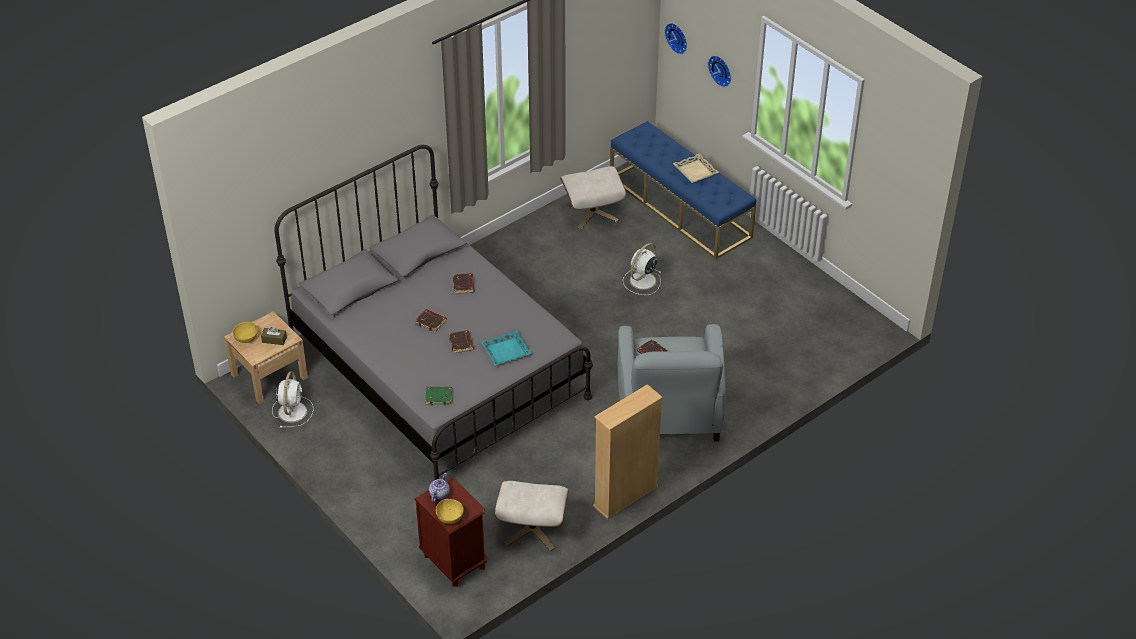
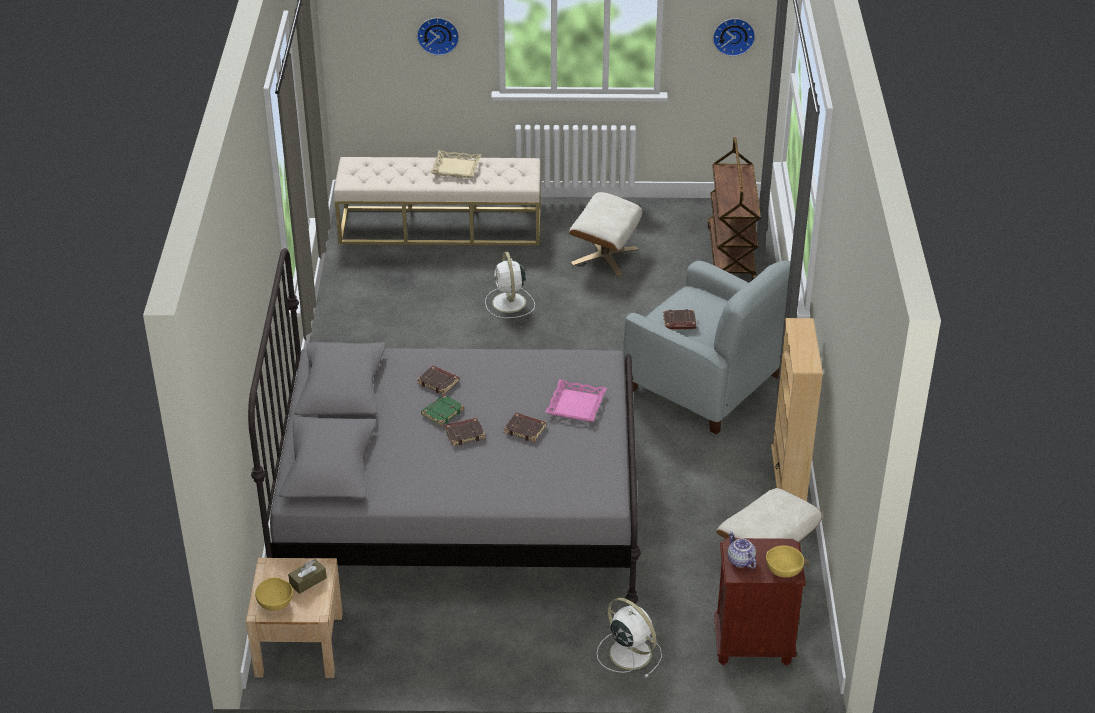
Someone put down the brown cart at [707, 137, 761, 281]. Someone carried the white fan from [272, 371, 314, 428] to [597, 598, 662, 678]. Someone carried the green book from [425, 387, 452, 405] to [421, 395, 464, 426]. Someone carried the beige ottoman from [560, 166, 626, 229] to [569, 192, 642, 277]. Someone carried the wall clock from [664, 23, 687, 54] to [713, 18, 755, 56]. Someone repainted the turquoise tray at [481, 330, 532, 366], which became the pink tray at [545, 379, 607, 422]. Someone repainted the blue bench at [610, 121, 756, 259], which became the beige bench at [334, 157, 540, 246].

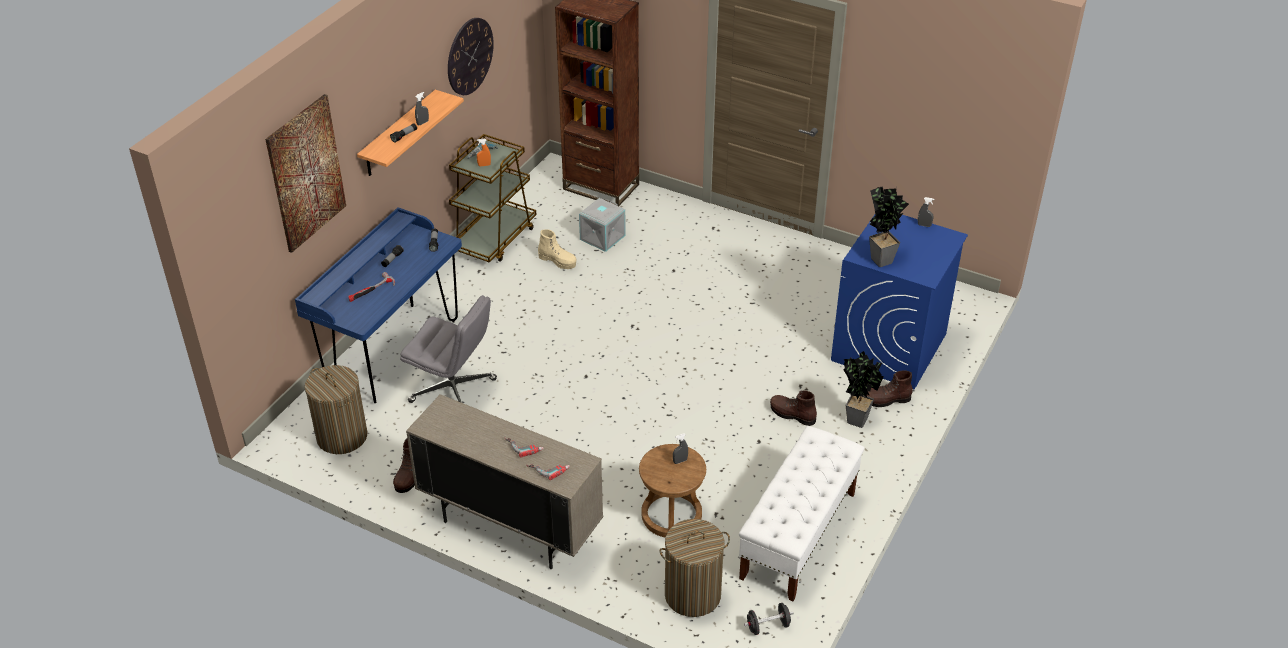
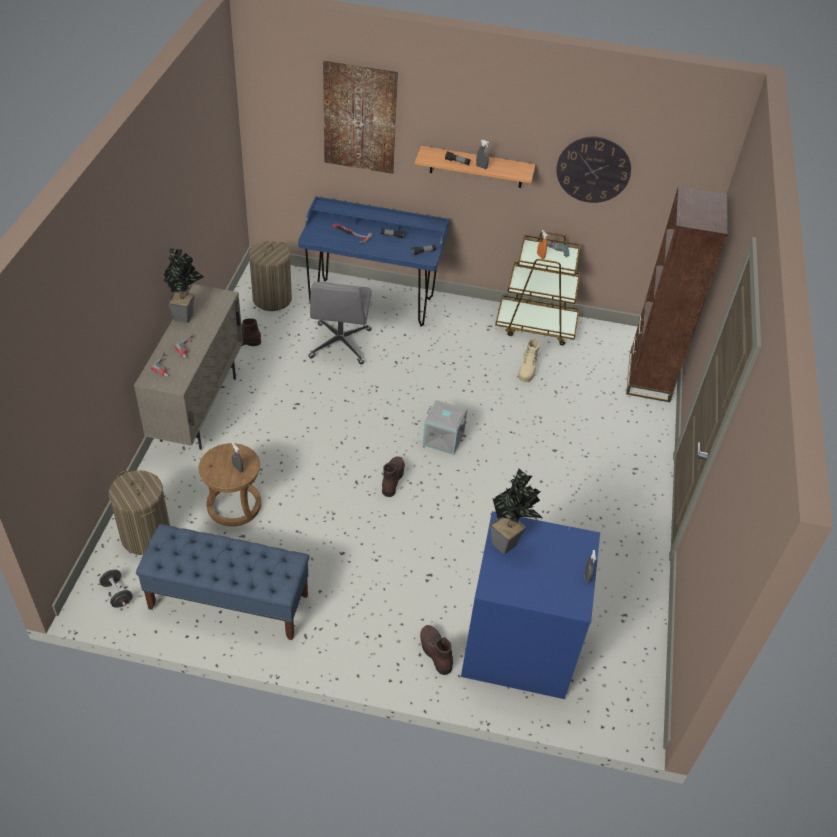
Someone carried the grey storage box from [579, 198, 626, 252] to [422, 400, 467, 455]. Someone carried the brown boot from [770, 390, 817, 426] to [382, 456, 405, 497]. Someone carried the potted plant from [843, 351, 883, 428] to [164, 248, 204, 323]. Someone repainted the white bench at [739, 426, 864, 601], which became the blue bench at [136, 524, 310, 640].

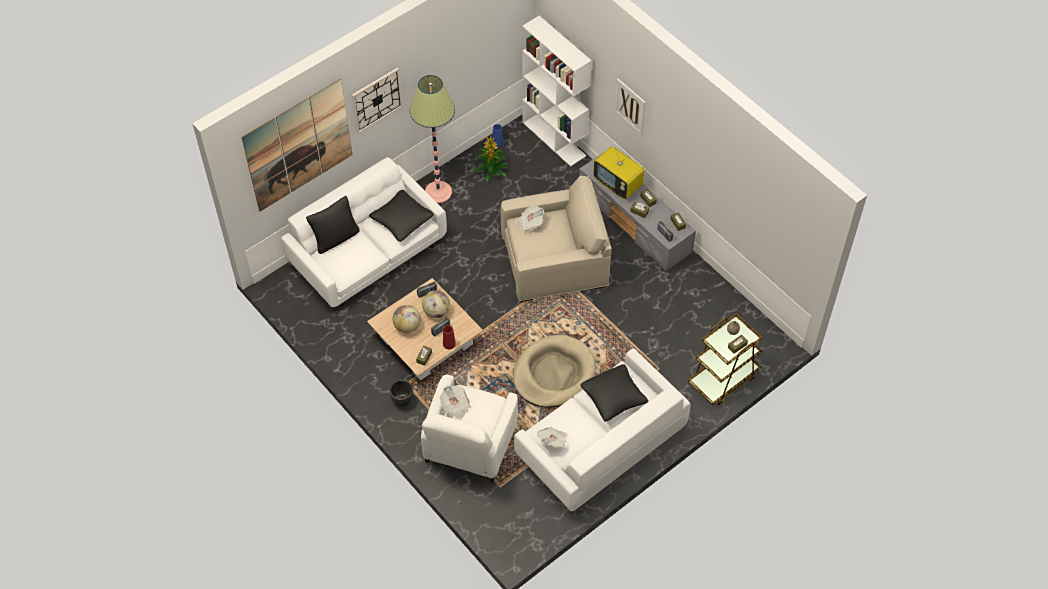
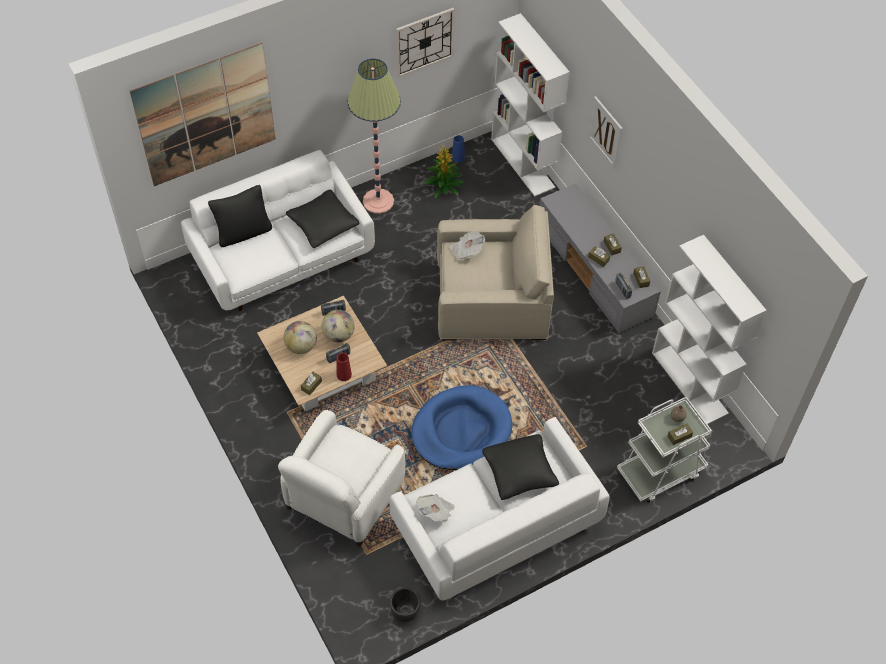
Someone took away the newspaper at [439, 385, 471, 420]. Someone took away the television at [593, 147, 644, 199]. Someone put down the white bookcase at [652, 235, 766, 424]. Someone carried the wall clock from [352, 68, 403, 134] to [396, 8, 455, 78]. Someone carried the black planter from [389, 380, 413, 407] to [390, 588, 420, 622]. Someone repainted the beige dog bed at [513, 335, 596, 407], which became the blue dog bed at [411, 385, 512, 470]. Someone repainted the brown cart at [688, 313, 762, 405], which became the white cart at [617, 397, 712, 503].

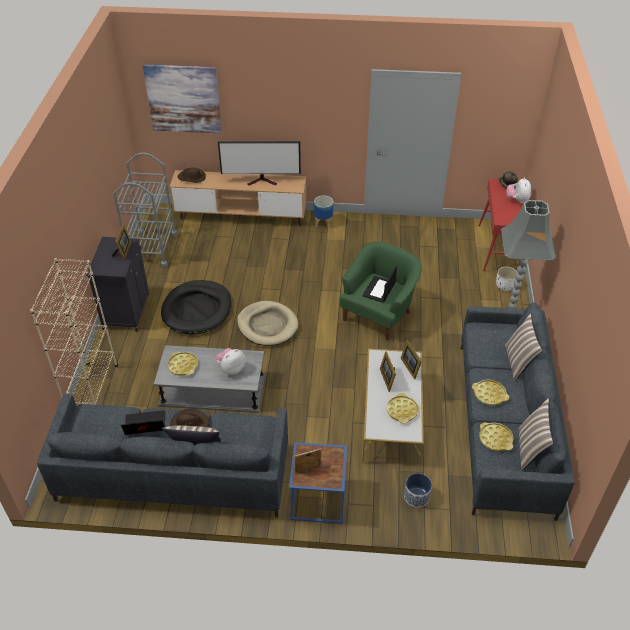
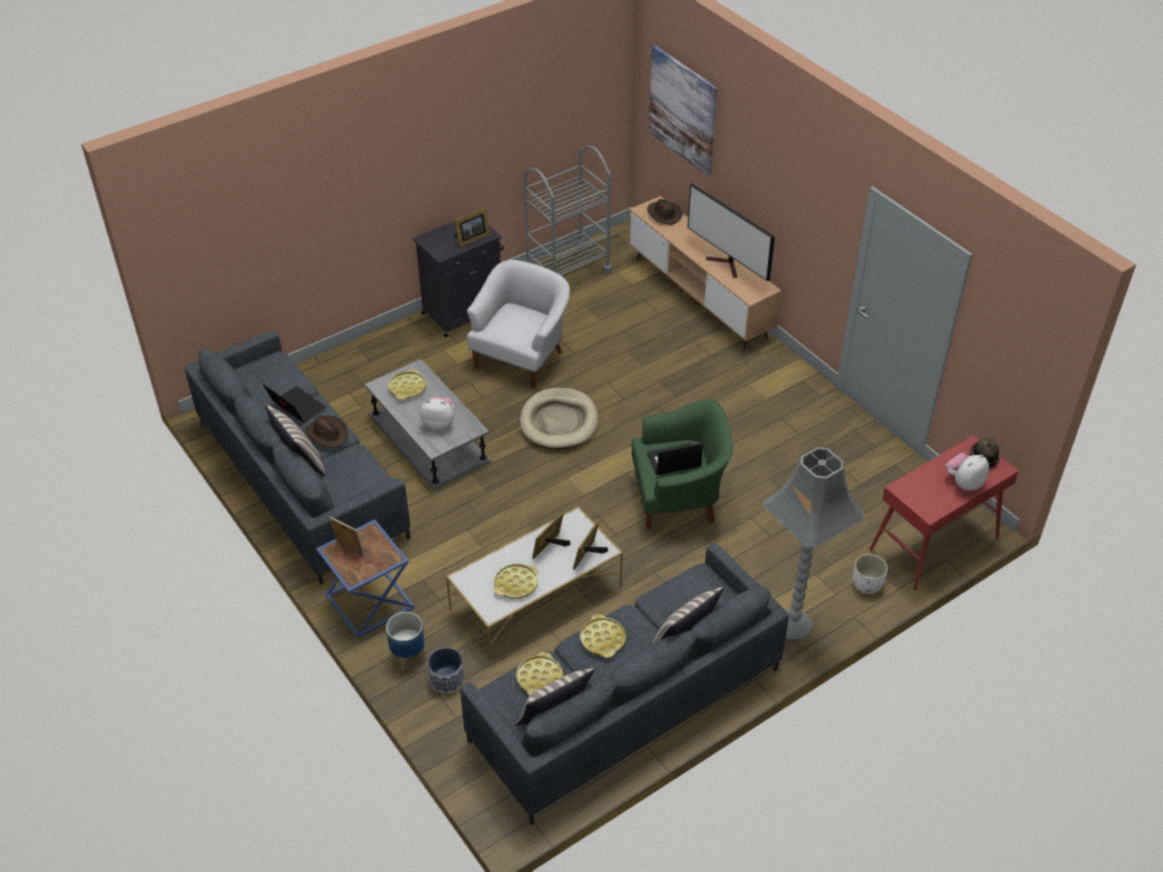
Someone took away the beige bookcase at [30, 258, 118, 404]. Someone carried the planter from [314, 195, 333, 228] to [386, 612, 426, 671]. Someone swapped the black dog bed at [161, 280, 232, 334] for the white armchair at [467, 260, 570, 388].

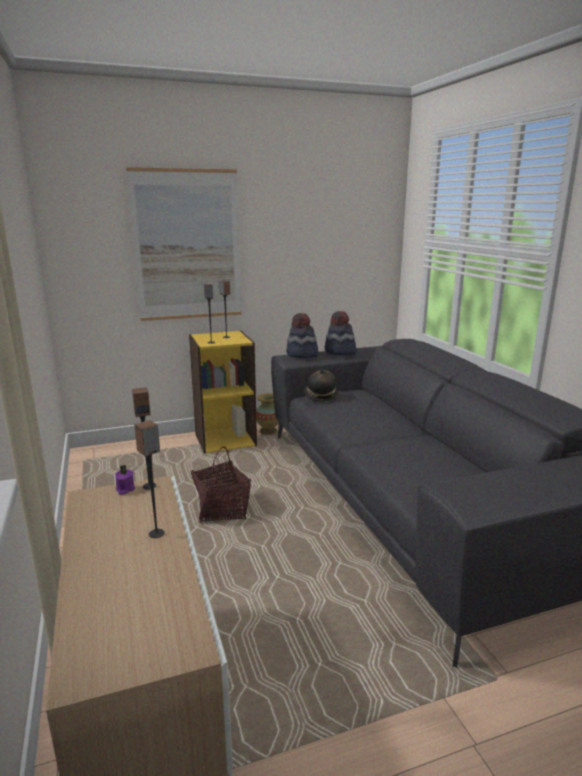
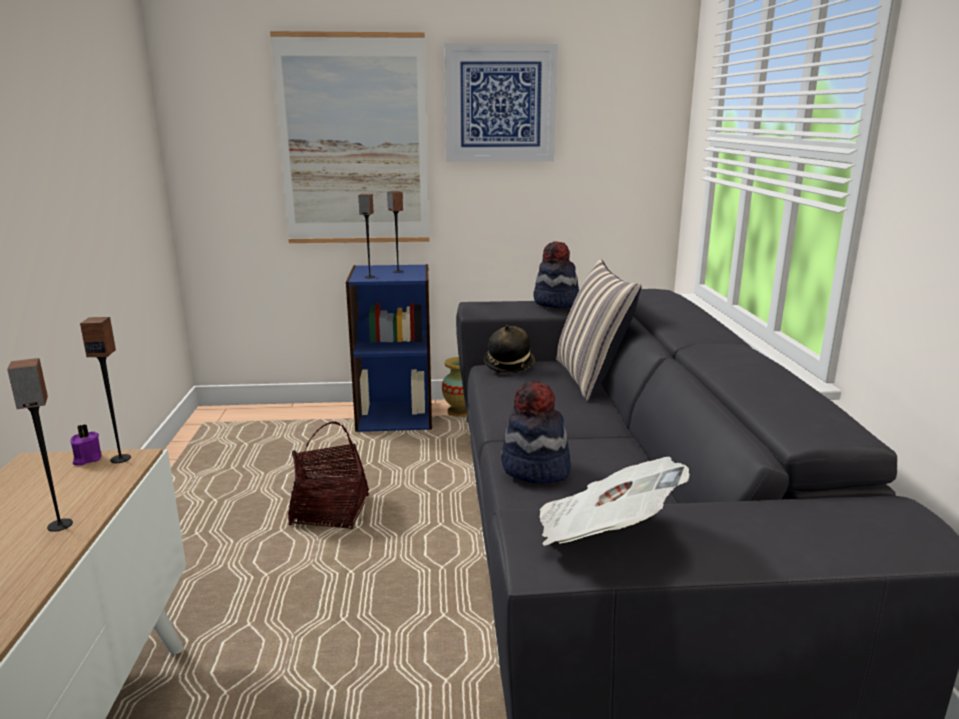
Someone put up the picture at [444, 43, 558, 162]. Someone put down the newspaper at [540, 457, 690, 546]. Someone put down the pillow at [556, 259, 642, 401]. Someone carried the hat from [286, 313, 319, 358] to [501, 381, 571, 484]. Someone repainted the yellow bookcase at [189, 331, 257, 454], which became the blue bookcase at [346, 264, 432, 432].

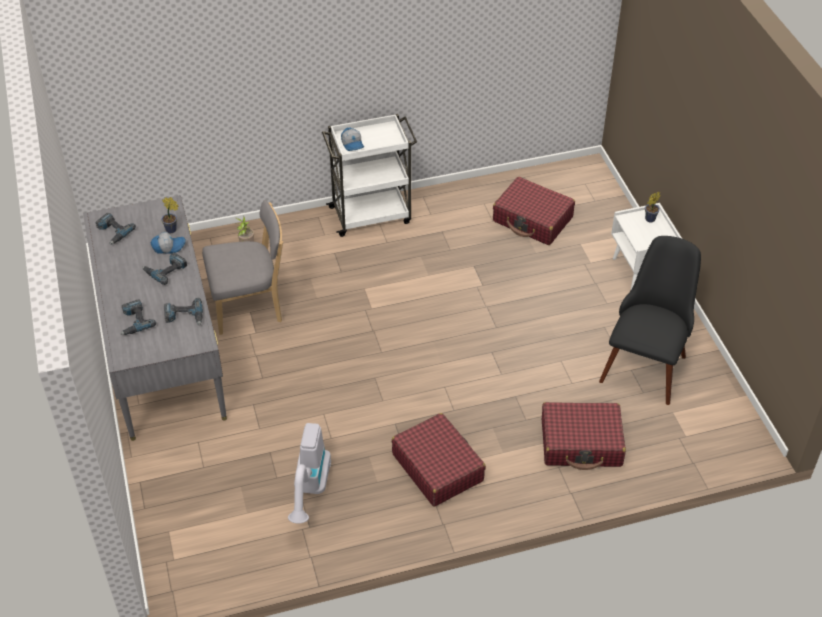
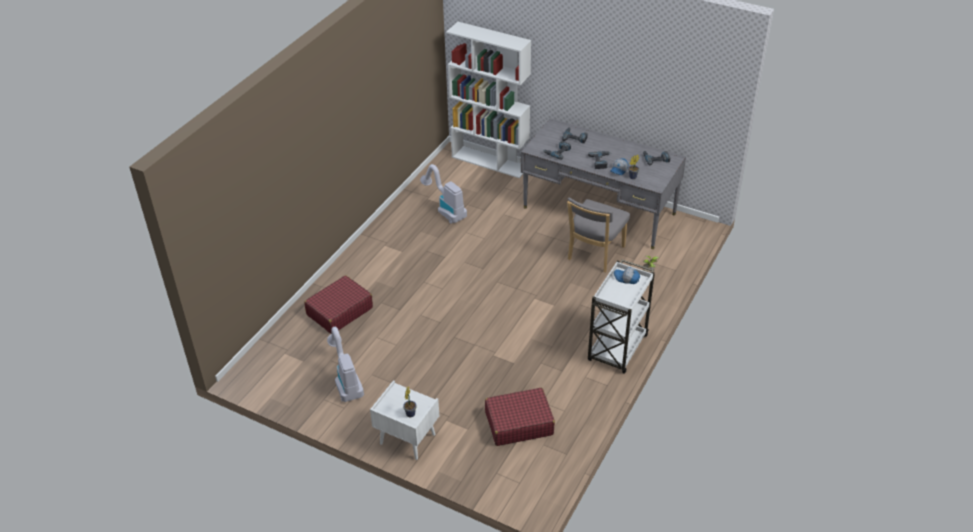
Someone took away the red suitcase at [392, 413, 486, 507]. Someone put down the white bookcase at [446, 22, 531, 178]. Someone swapped the black chair at [599, 236, 701, 405] for the vacuum cleaner at [327, 327, 364, 402].

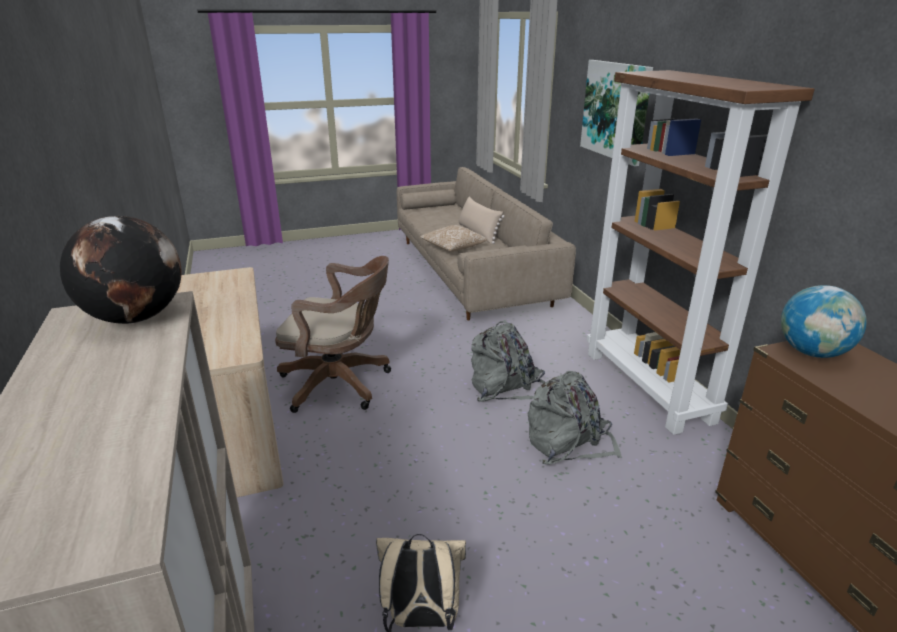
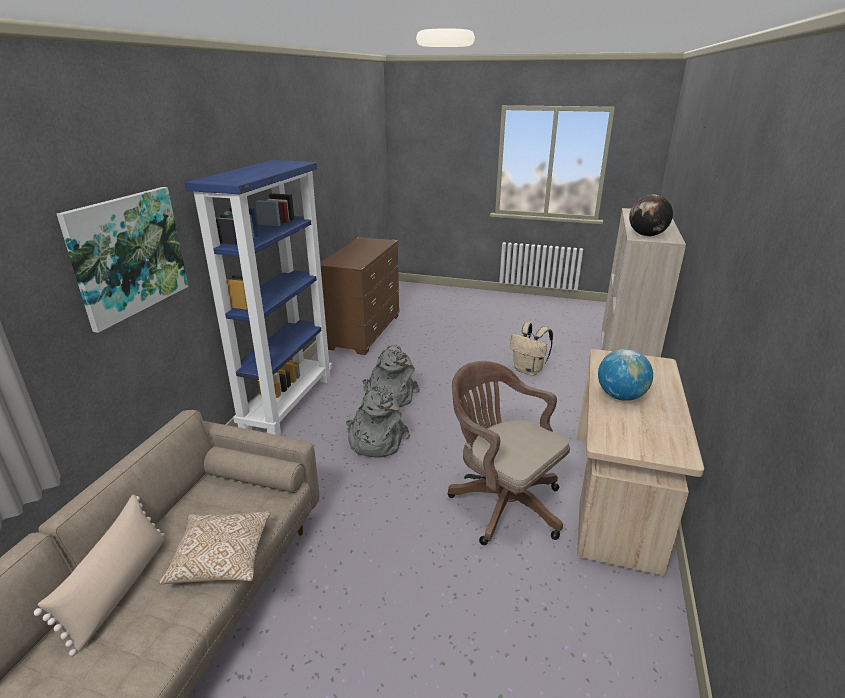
Someone carried the globe from [781, 285, 867, 358] to [598, 349, 653, 401]. Someone repainted the brown bookcase at [586, 70, 815, 435], which became the blue bookcase at [185, 160, 332, 436].

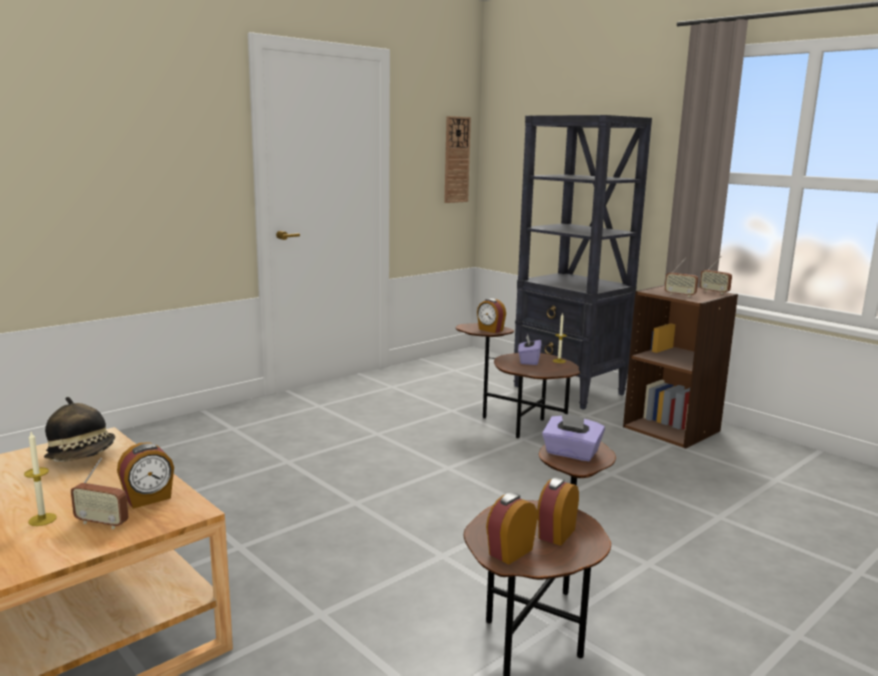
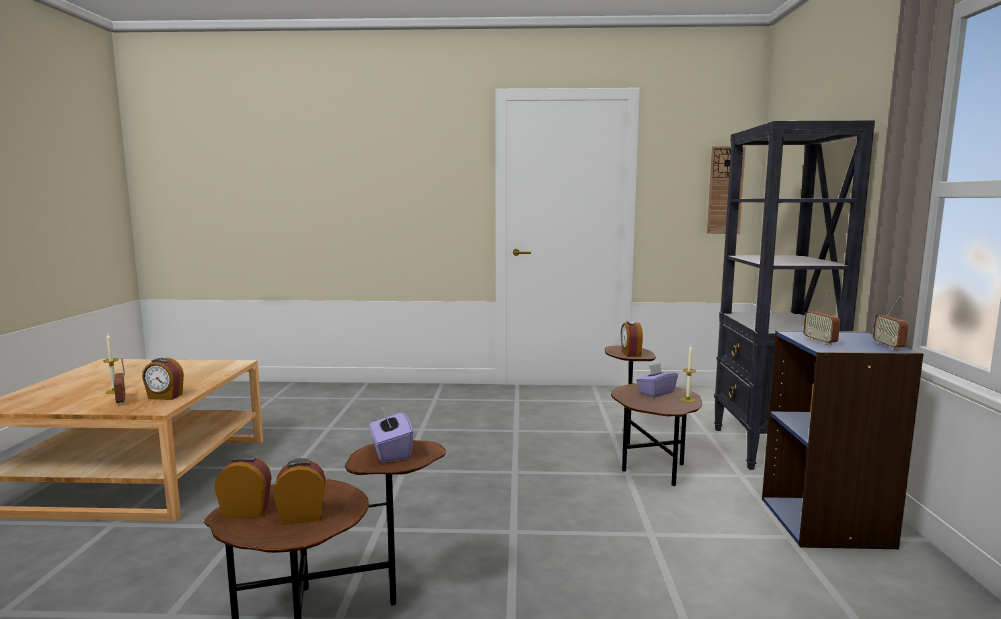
Someone took away the hat at [44, 397, 115, 462]. Someone repainted the brown bookcase at [623, 285, 738, 449], which became the blue bookcase at [762, 331, 923, 549].

